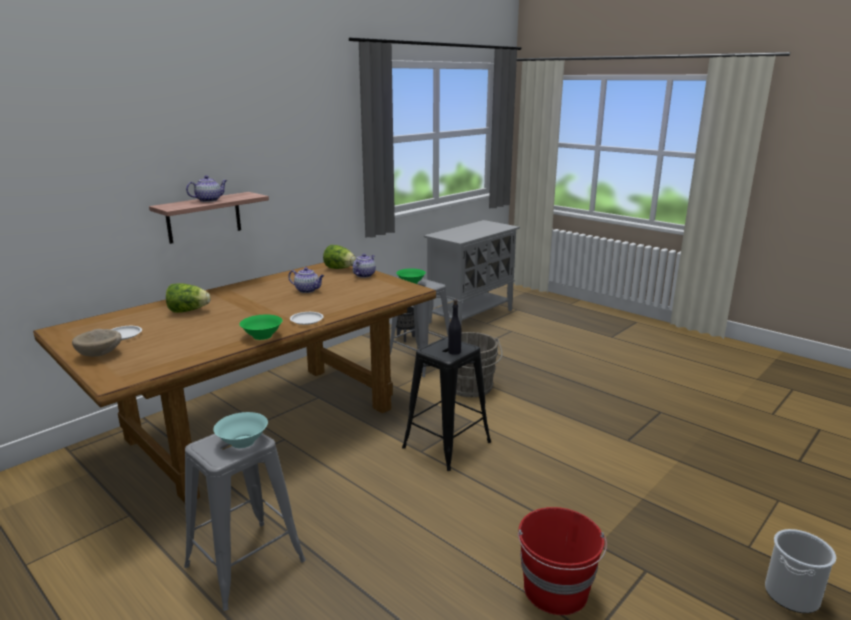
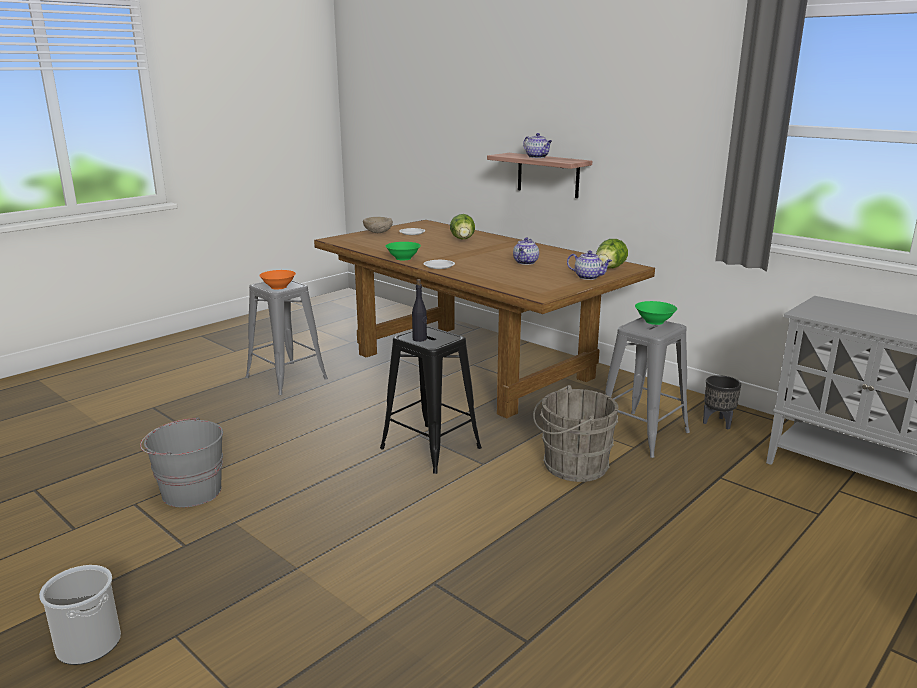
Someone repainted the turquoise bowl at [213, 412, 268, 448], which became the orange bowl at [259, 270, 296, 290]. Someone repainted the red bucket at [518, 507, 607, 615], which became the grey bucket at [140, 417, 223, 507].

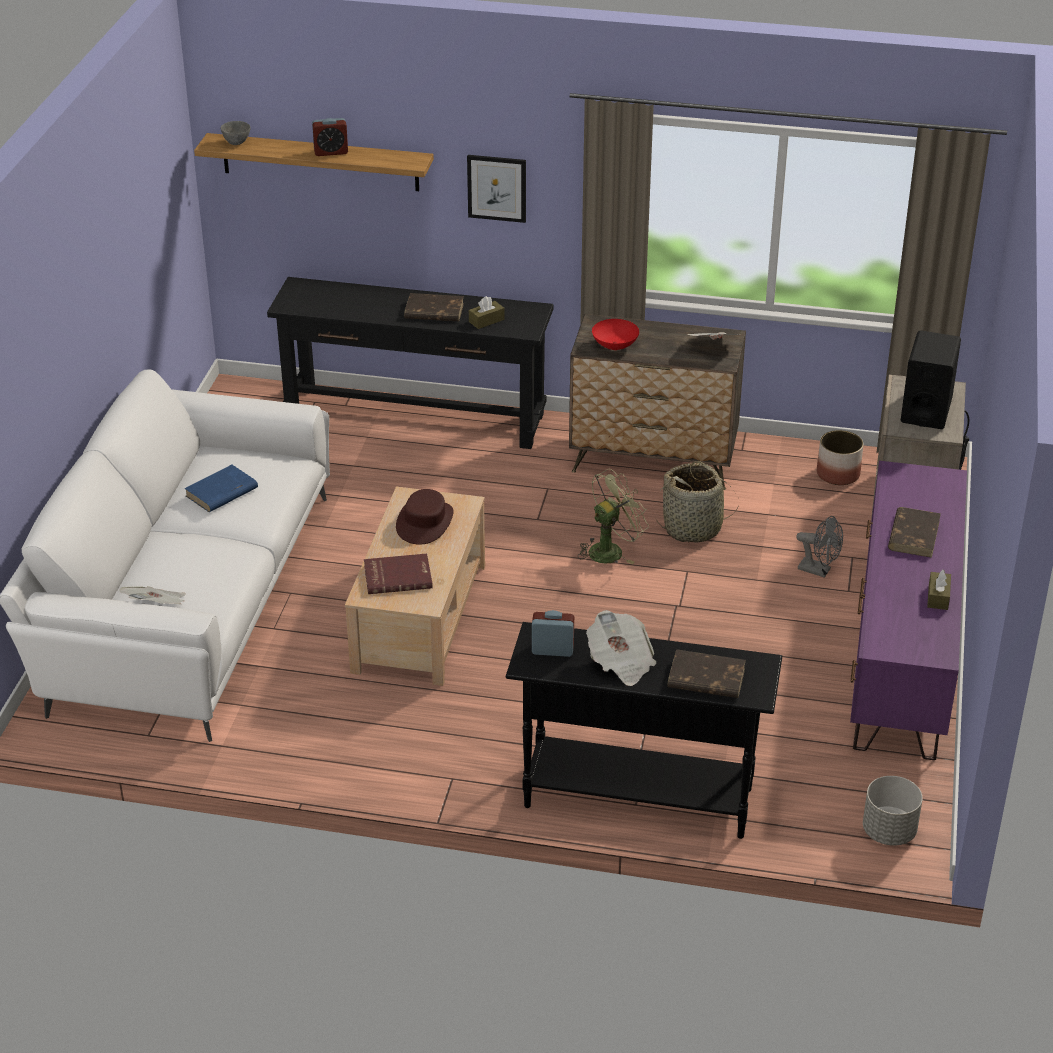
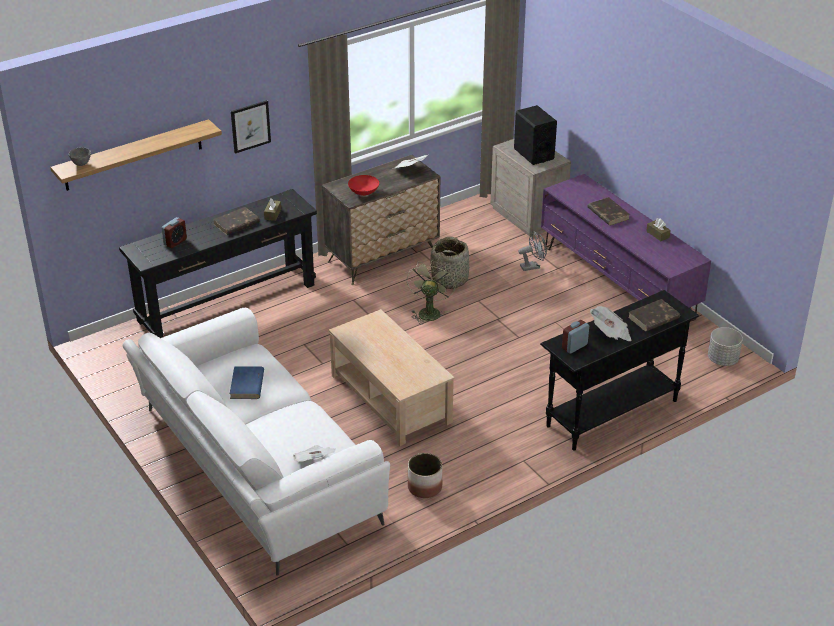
Someone took away the red book at [364, 554, 433, 594]. Someone took away the brown hat at [396, 489, 454, 545]. Someone carried the alarm clock from [312, 118, 348, 156] to [162, 217, 187, 248]. Someone carried the planter from [817, 430, 864, 485] to [408, 453, 442, 498].

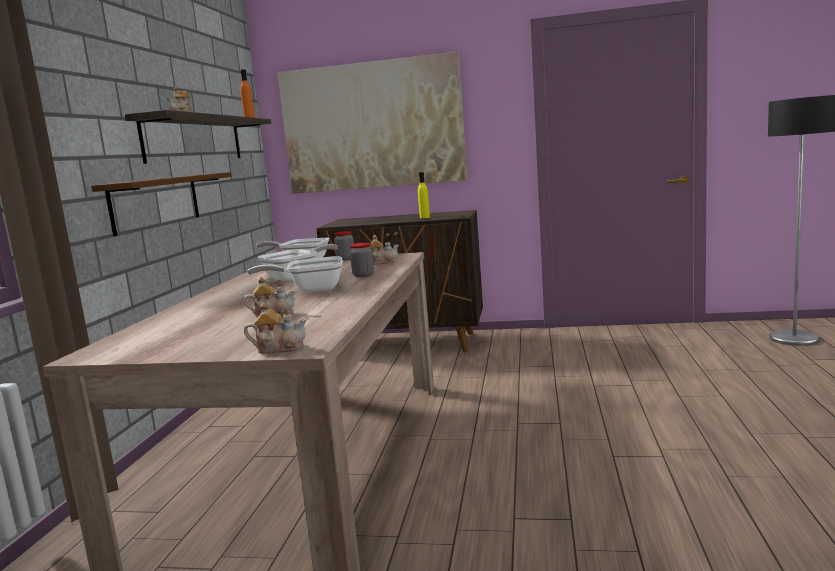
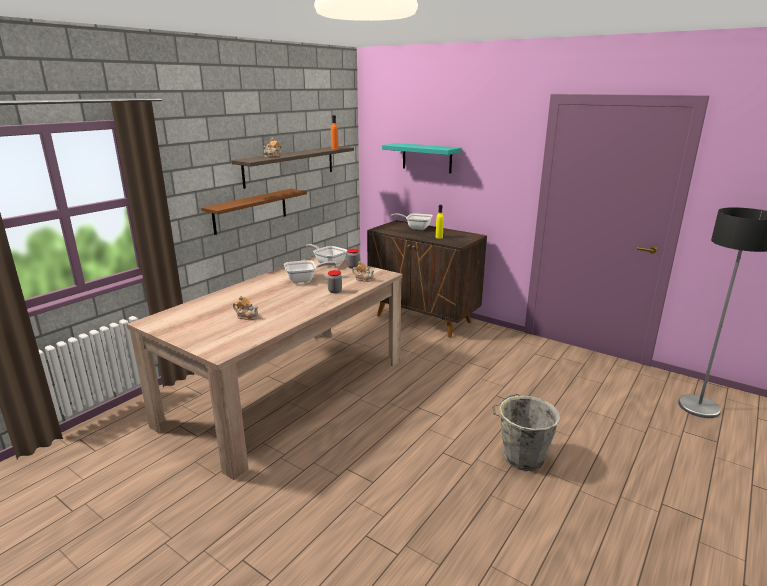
Someone took away the teapot at [244, 302, 307, 354]. Someone put down the grey bucket at [492, 394, 560, 471]. Someone carried the frying pan from [247, 256, 343, 292] to [391, 213, 433, 230]. Someone swapped the picture at [277, 52, 467, 194] for the turquoise shelf at [382, 143, 461, 173].

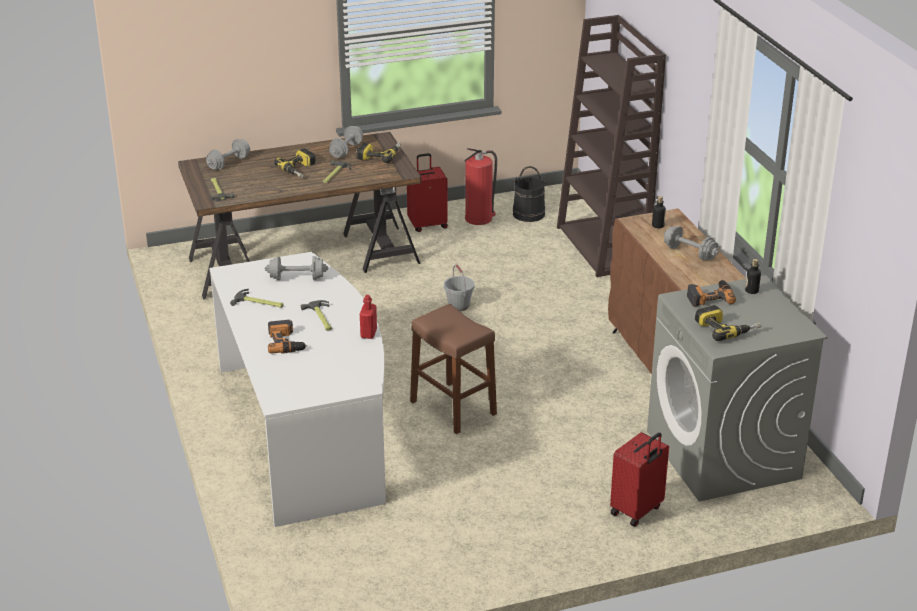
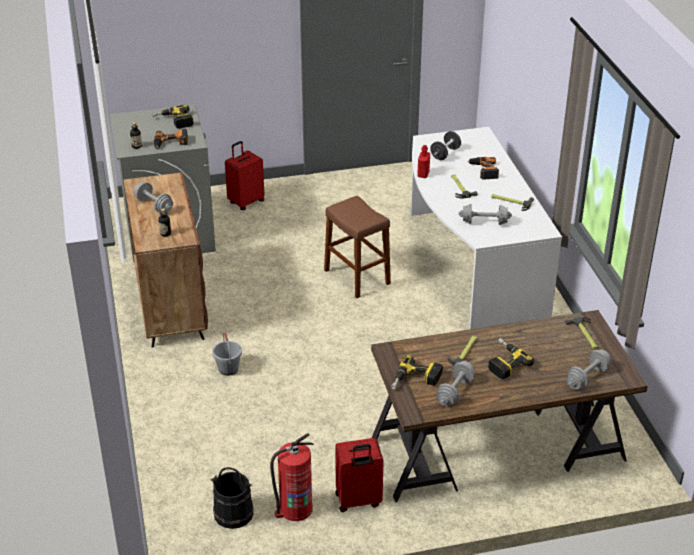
Someone took away the brown bookcase at [557, 15, 666, 277]. Someone put down the black dumbbell at [430, 131, 461, 160]. Someone carried the grey bucket from [444, 265, 474, 311] to [212, 332, 242, 376].

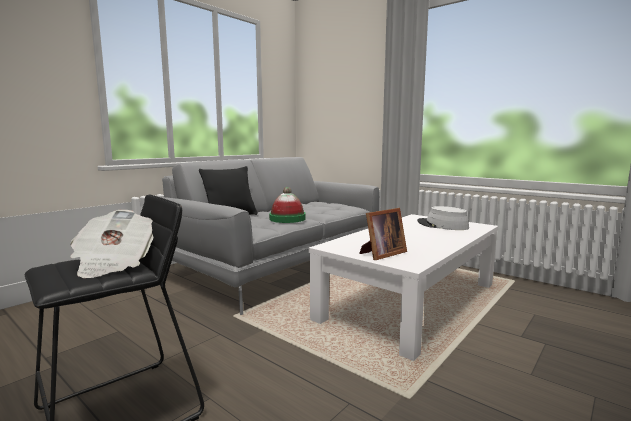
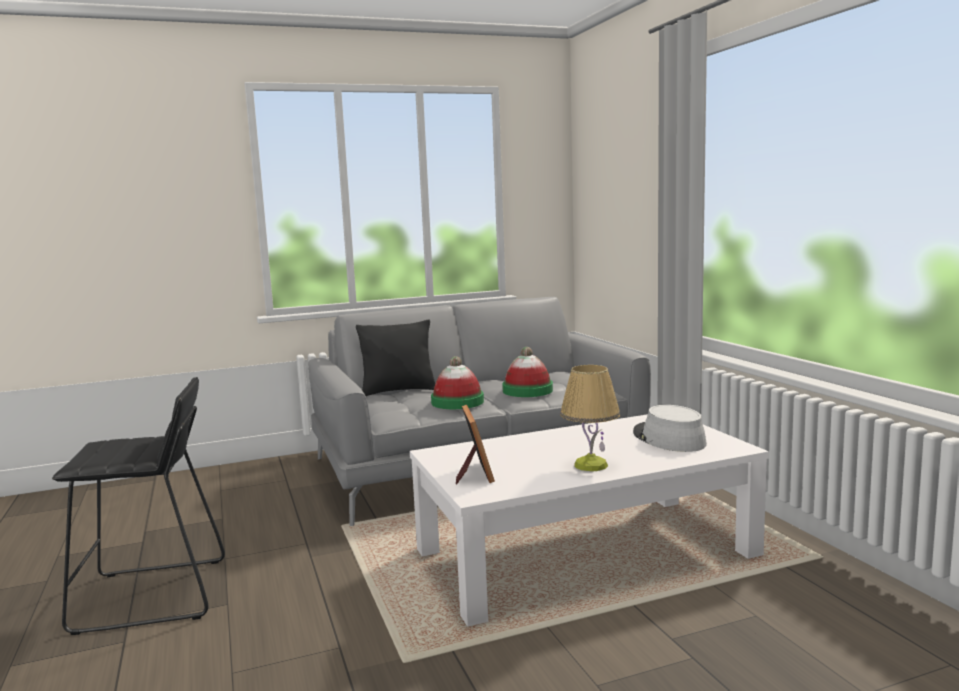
Someone took away the newspaper at [70, 210, 154, 278]. Someone put down the hat at [502, 347, 553, 397]. Someone put down the table lamp at [560, 365, 620, 472]. Someone rotated the picture frame at [359, 208, 407, 260] by 90 degrees counterclockwise.

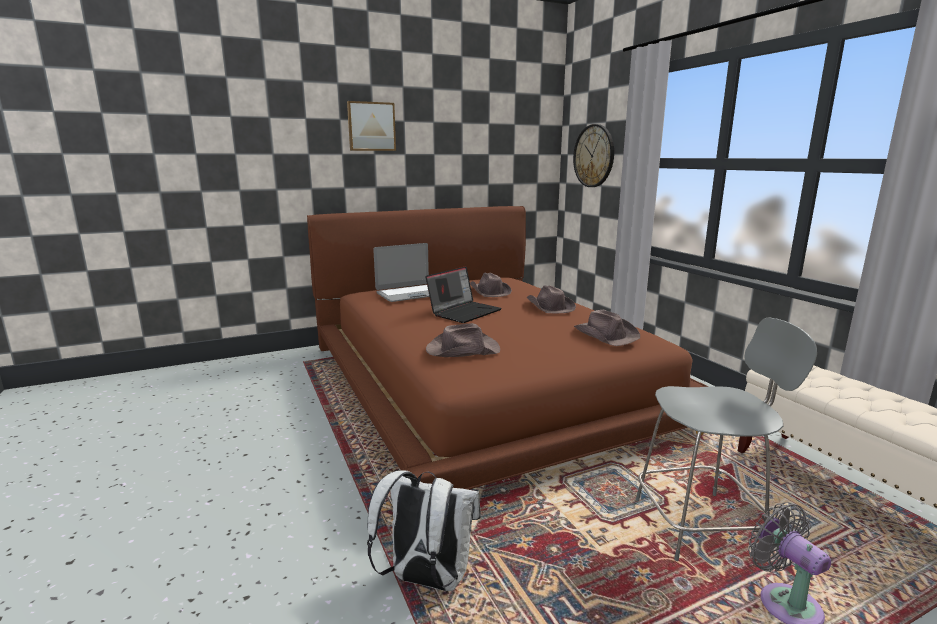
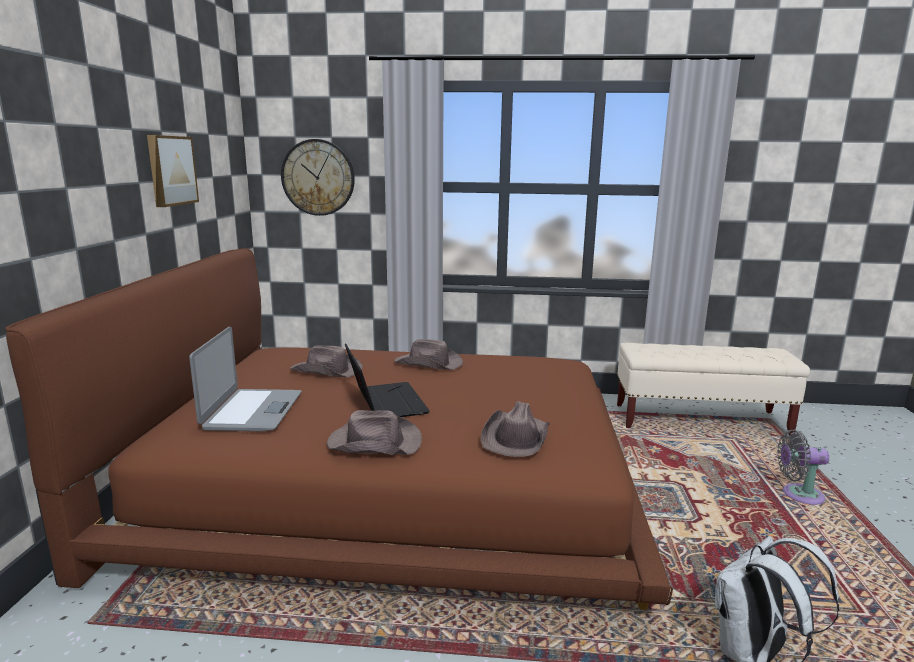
Someone took away the grey chair at [636, 317, 817, 561]. Someone carried the picture from [347, 101, 396, 151] to [147, 135, 199, 207]. Someone carried the brown hat from [574, 310, 640, 346] to [327, 410, 422, 455].

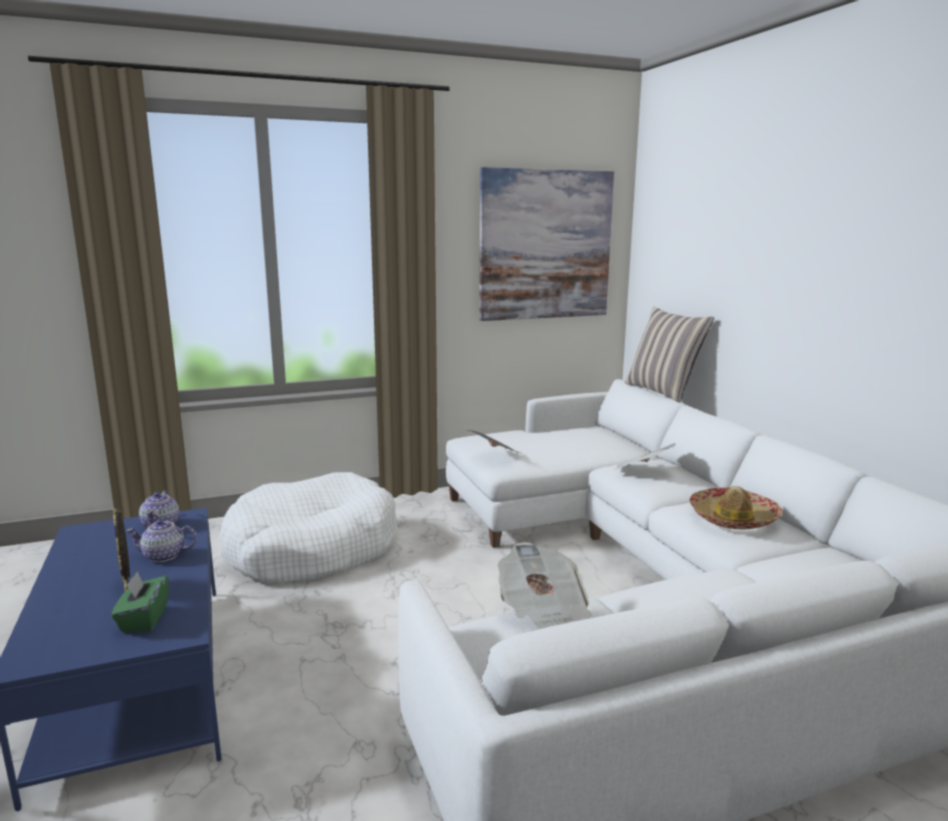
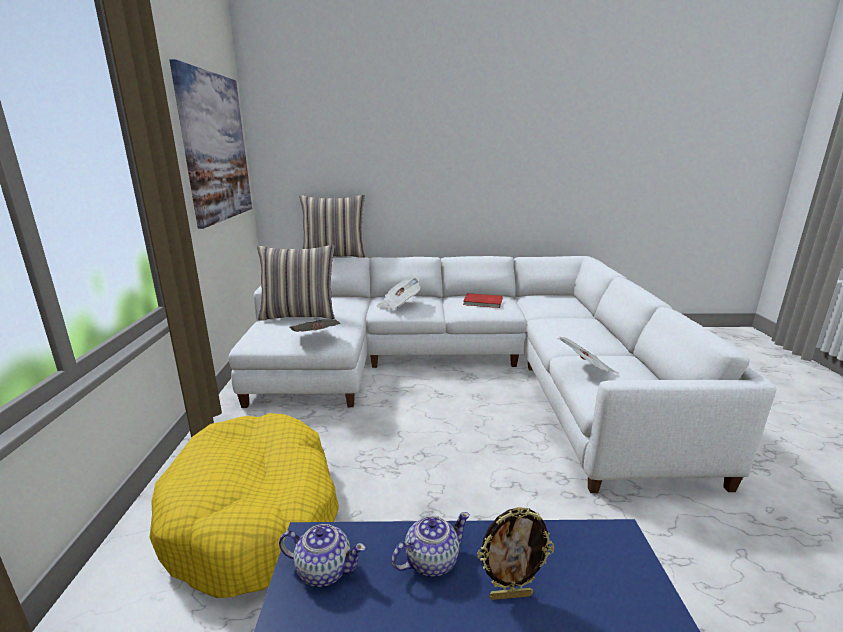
Someone took away the green tissue box at [111, 572, 169, 632]. Someone put down the pillow at [257, 245, 335, 320]. Someone swapped the hat at [690, 486, 782, 530] for the red book at [463, 293, 503, 308]. Someone repainted the white dog bed at [219, 472, 397, 583], which became the yellow dog bed at [149, 413, 339, 598]. Someone rotated the teapot at [126, 519, 197, 562] by 135 degrees counterclockwise.

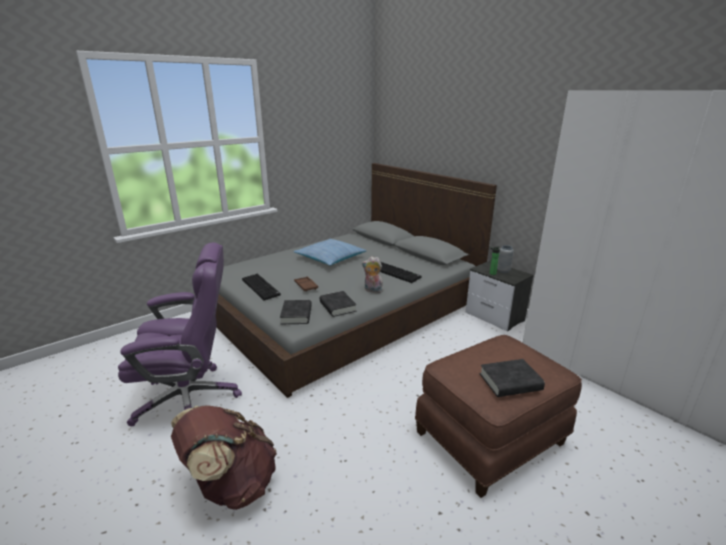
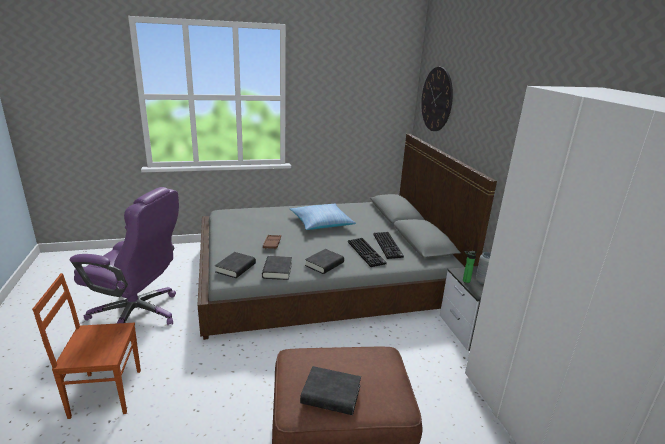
Someone put up the wall clock at [421, 67, 453, 131]. Someone carried the keyboard from [242, 274, 281, 301] to [373, 232, 404, 259]. Someone swapped the brown backpack at [171, 405, 277, 510] for the brown chair at [32, 273, 141, 419]. Someone swapped the plush toy at [362, 256, 383, 293] for the black book at [305, 249, 344, 274].

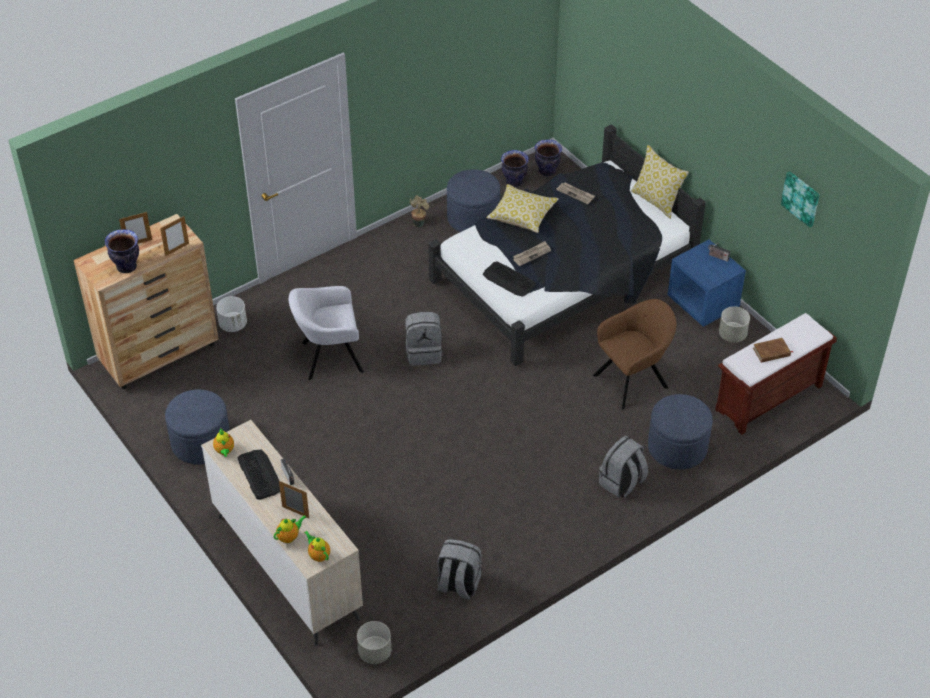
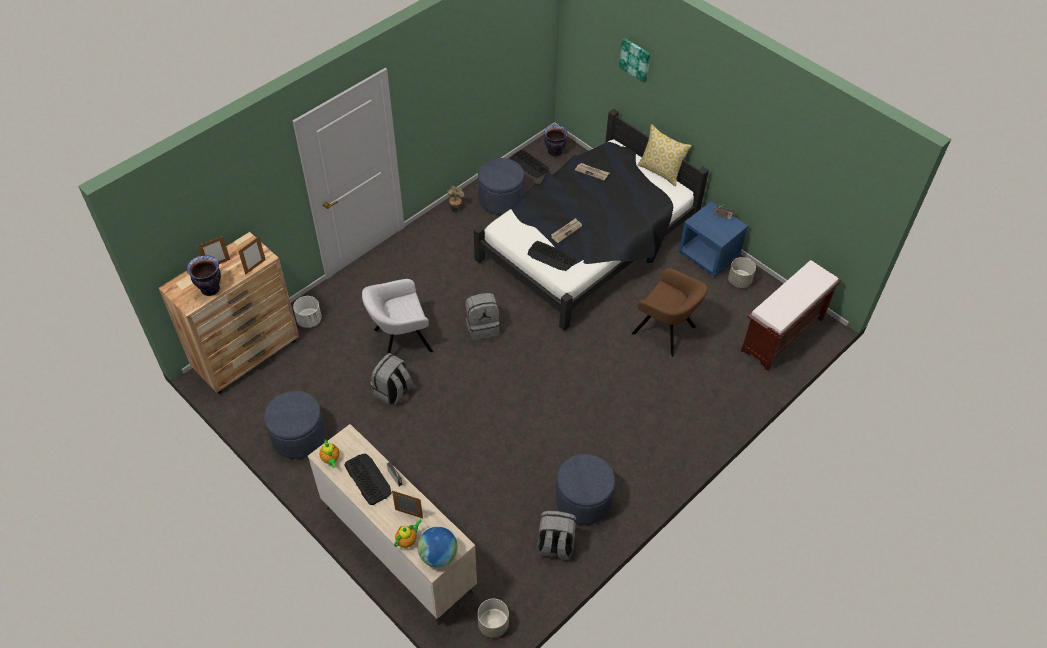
Someone took away the pillow at [486, 184, 559, 233]. Someone took away the brown book at [753, 338, 793, 363]. Someone carried the grey backpack from [599, 436, 648, 498] to [370, 353, 413, 406]. Someone carried the blue ottoman from [648, 394, 713, 469] to [555, 454, 615, 525]. Someone carried the picture from [781, 171, 820, 228] to [619, 38, 650, 83]. Someone swapped the teapot at [304, 531, 330, 562] for the globe at [417, 527, 458, 568]. Someone swapped the vase at [501, 150, 529, 187] for the keyboard at [510, 150, 549, 178]. Someone rotated the brown armchair at [593, 299, 676, 409] by 75 degrees clockwise.

